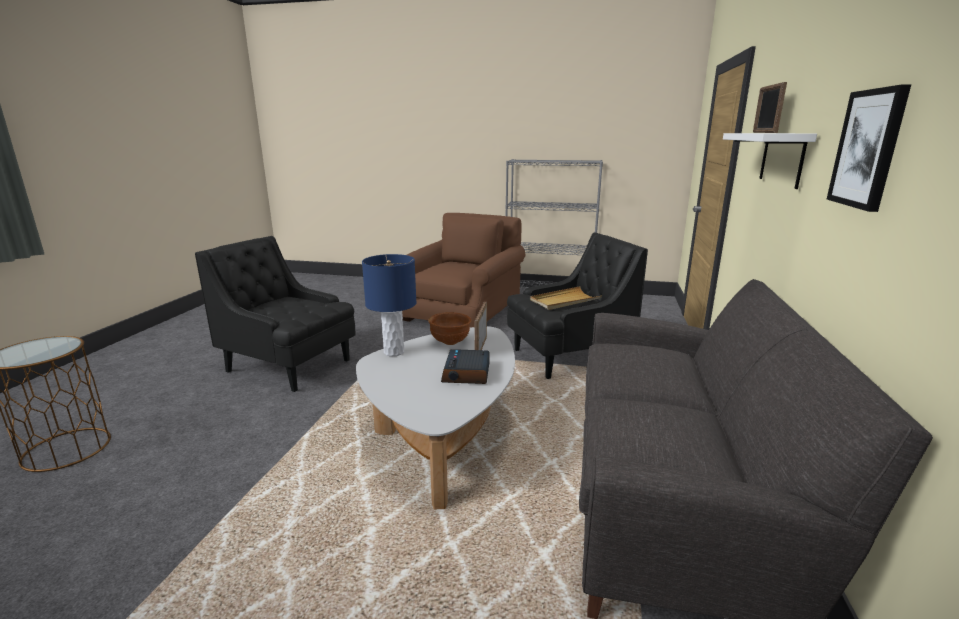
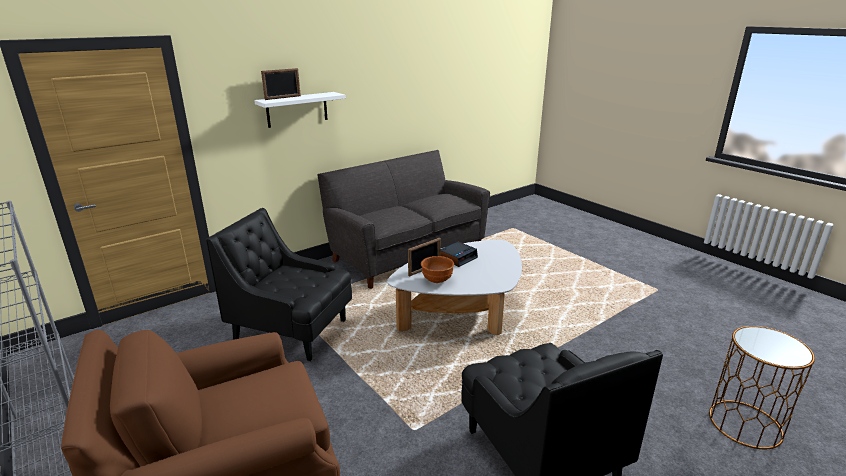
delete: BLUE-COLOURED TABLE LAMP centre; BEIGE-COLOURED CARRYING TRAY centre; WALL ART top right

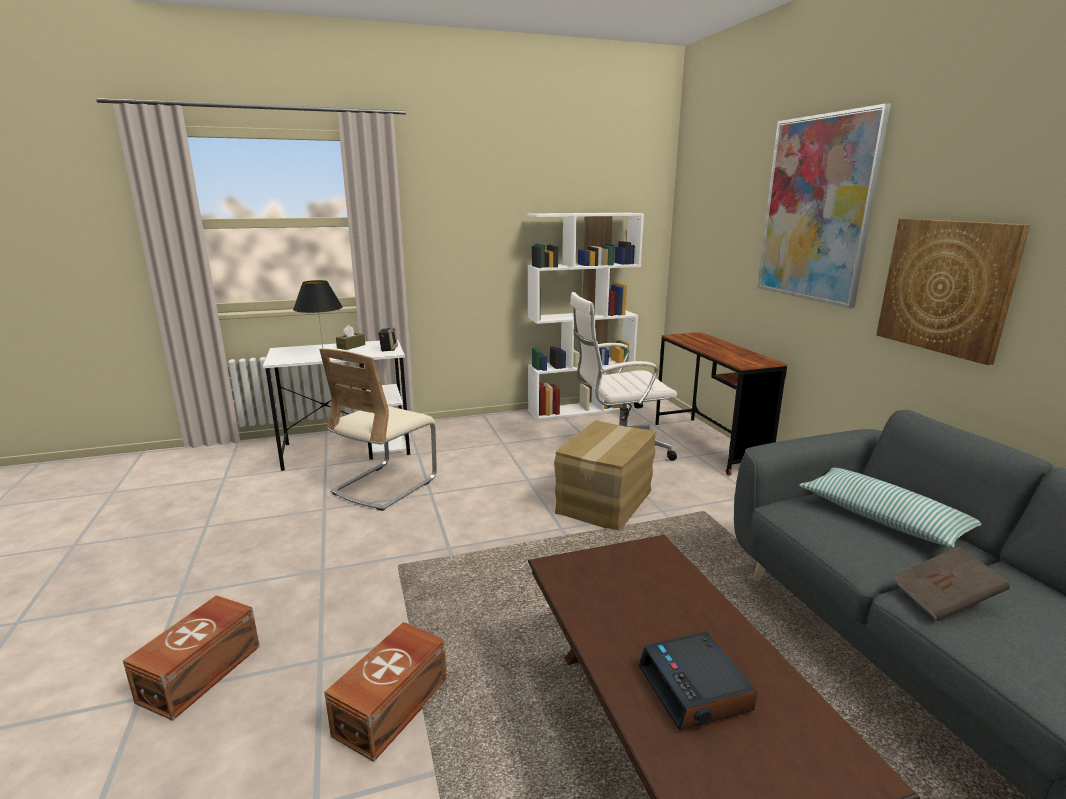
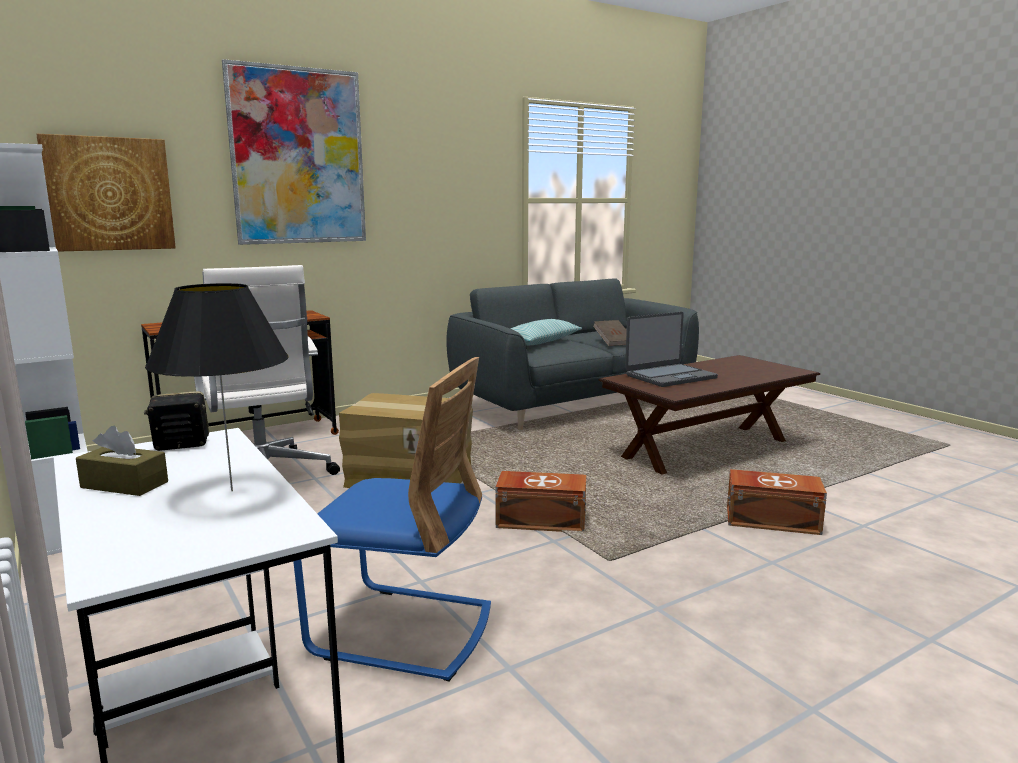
delete: BEDSIDE CLOCK bottom centre
insert: LAPTOP centre
move: WALL ART (2nd from left in the first image) middle right to WALL ART (1st from left) top left; BROWN-COLOURED STORAGE CONTAINER (1st from left) bottom left to centre
recolor: BEIGE-COLOURED PLAIN CHAIR centre to BLUE-COLOURED PLAIN CHAIR bottom centre

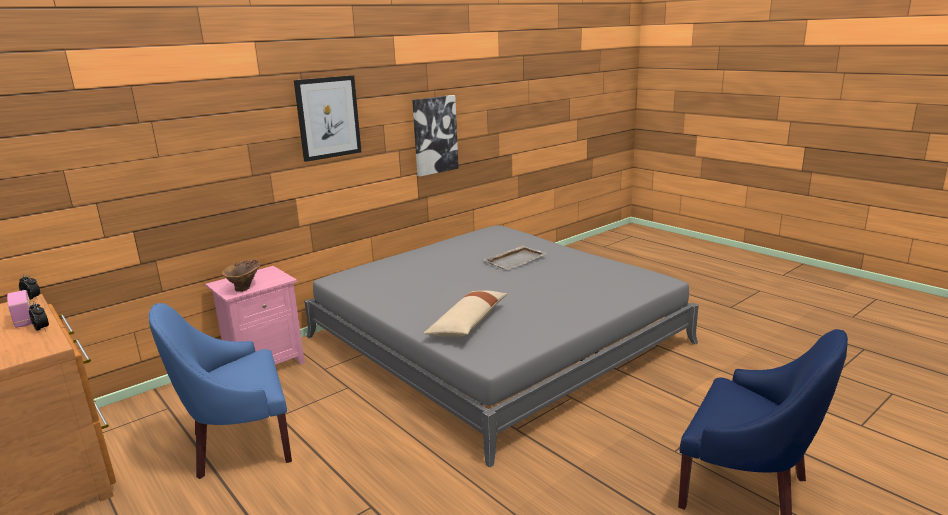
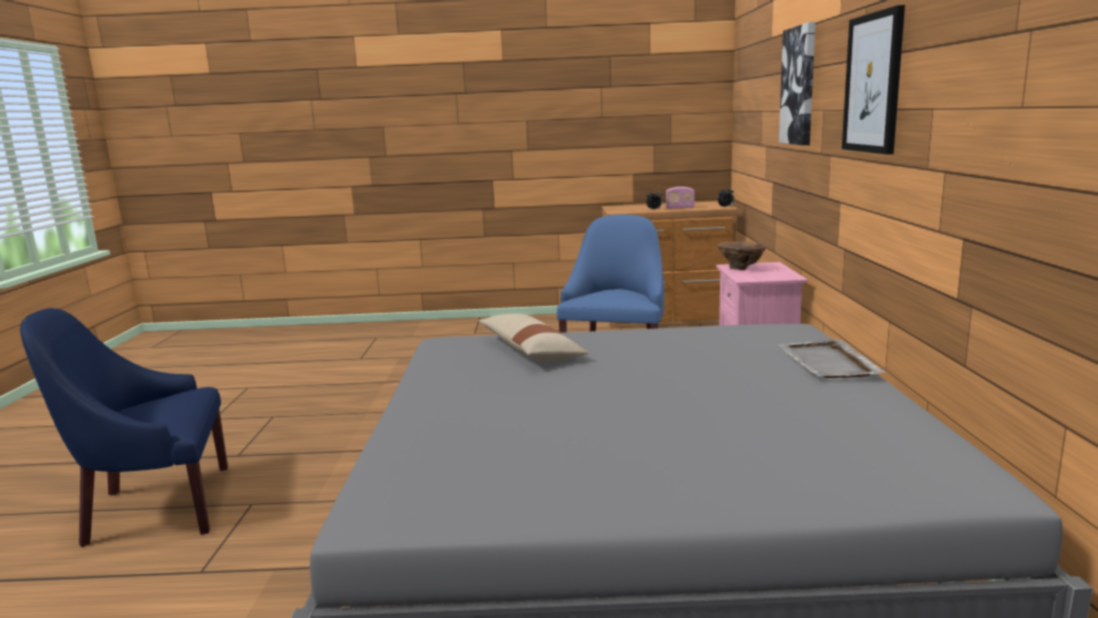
move: GREYISH CARRYING TRAY centre to middle right; WALL ART (2nd from left in the first image) top centre to WALL ART (1st from left) top right

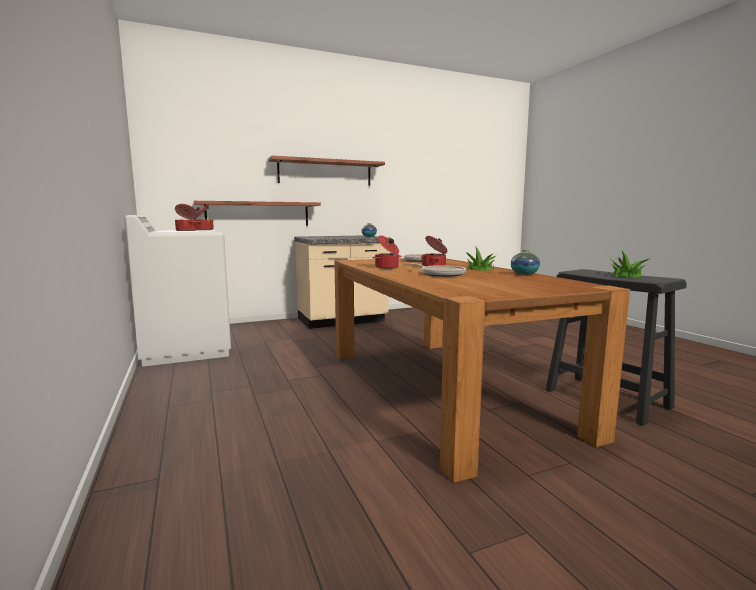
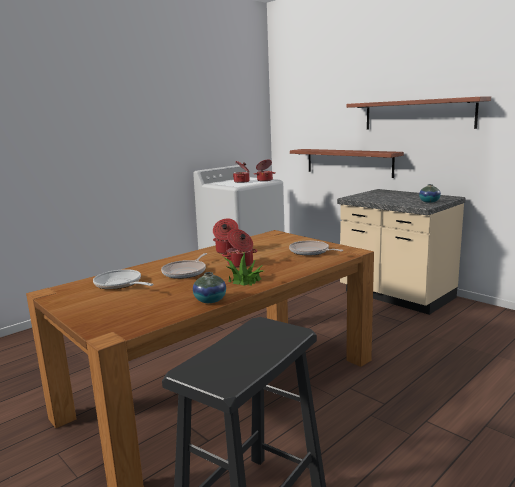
delete: PLANT IN A POT (2nd from left) middle right
insert: SKILLET (1st from left) middle left

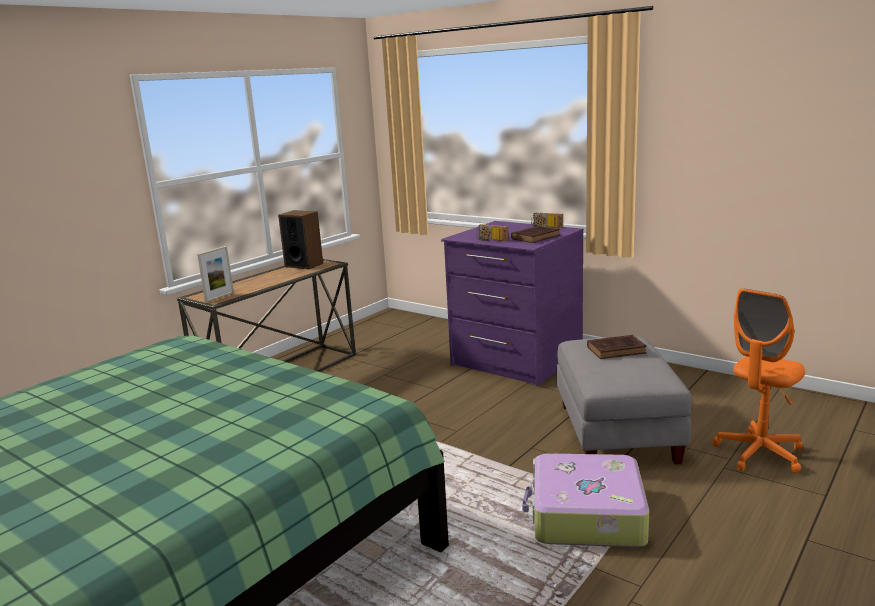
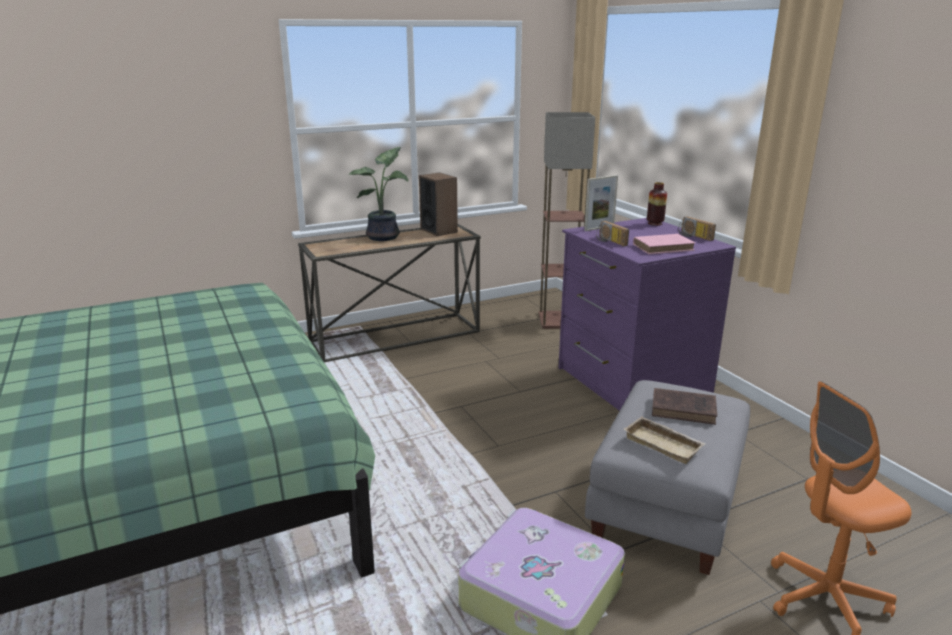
insert: PLANT IN A POT top centre; STANDARD LAMP centre; BEIGE-COLOURED CARRYING TRAY bottom right; VASE top right
move: PICTURE FRAME middle left to top centre
recolor: BROWN-COLOURED BOOK (1st from left) centre to PINK BOOK middle right

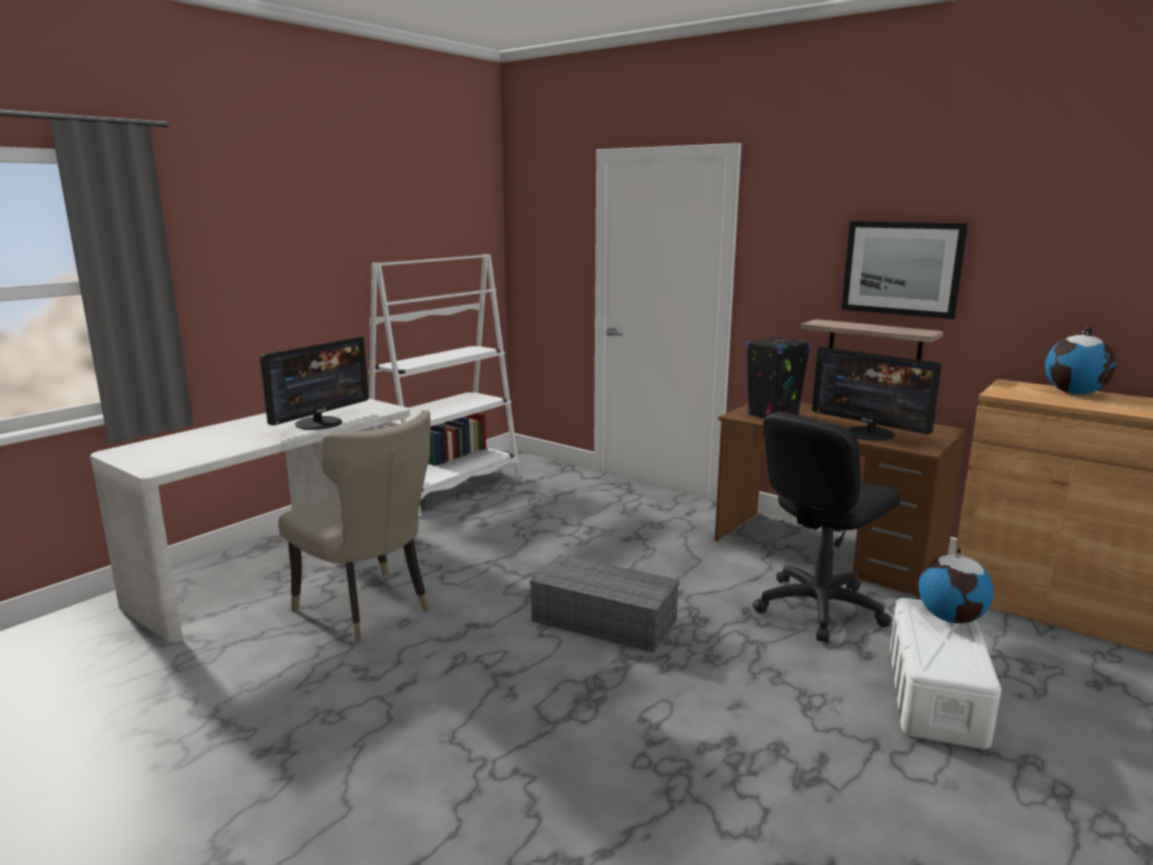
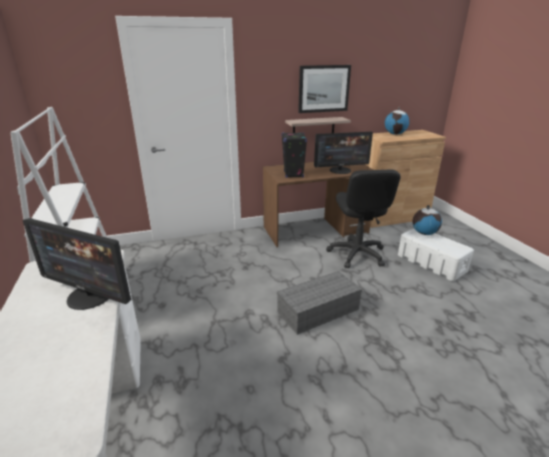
delete: BEIGE-COLOURED PLAIN CHAIR middle left
rotate: MONITOR (1st from left) middle left = middle left 135 degrees clockwise

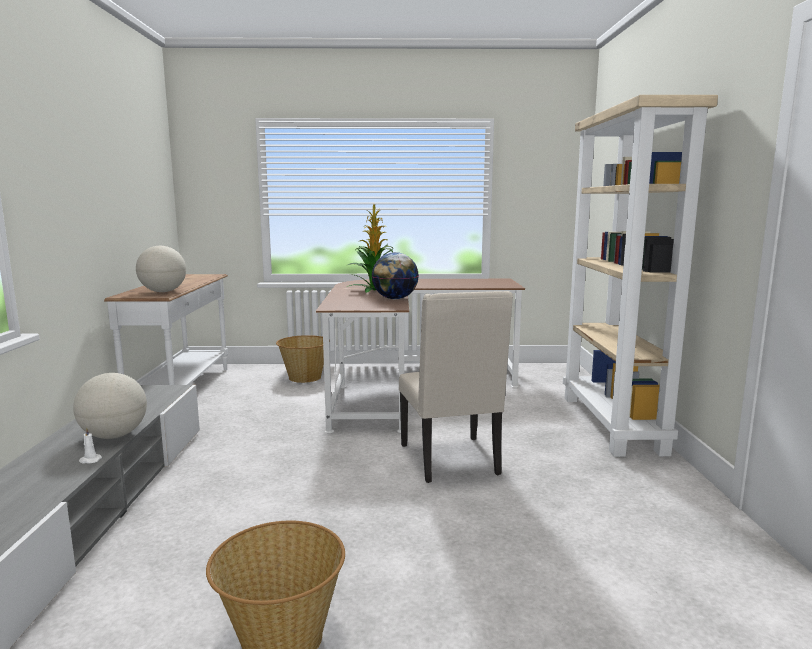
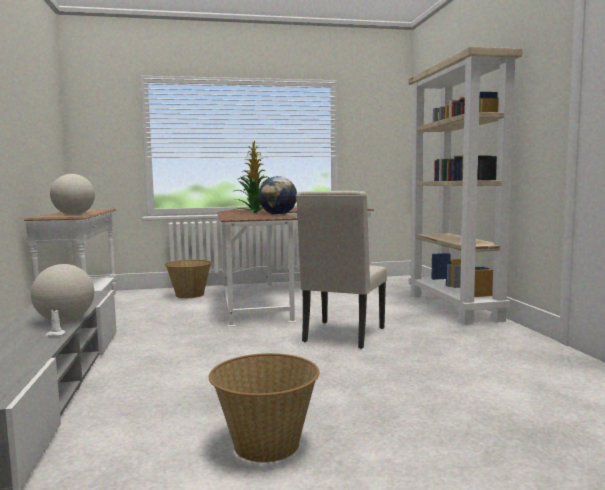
rotate: BEIGE-COLOURED PLAIN CHAIR centre = centre 45 degrees clockwise

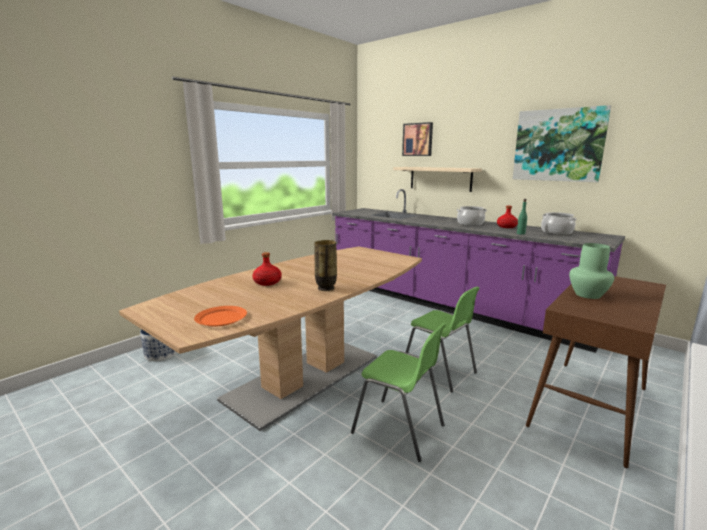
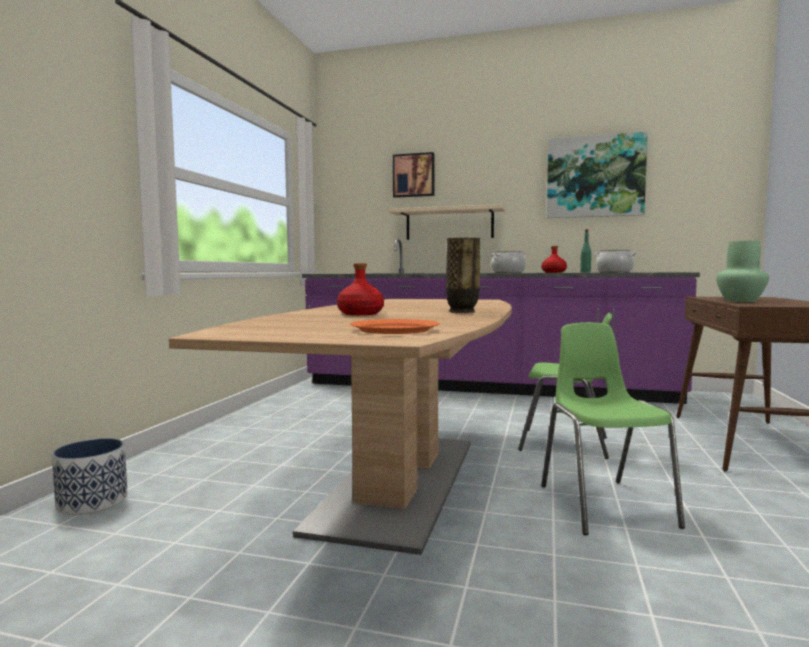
rotate: GREEN-COLOURED PLAIN CHAIR (1st from left in the first image) bottom centre = middle right 105 degrees counterclockwise

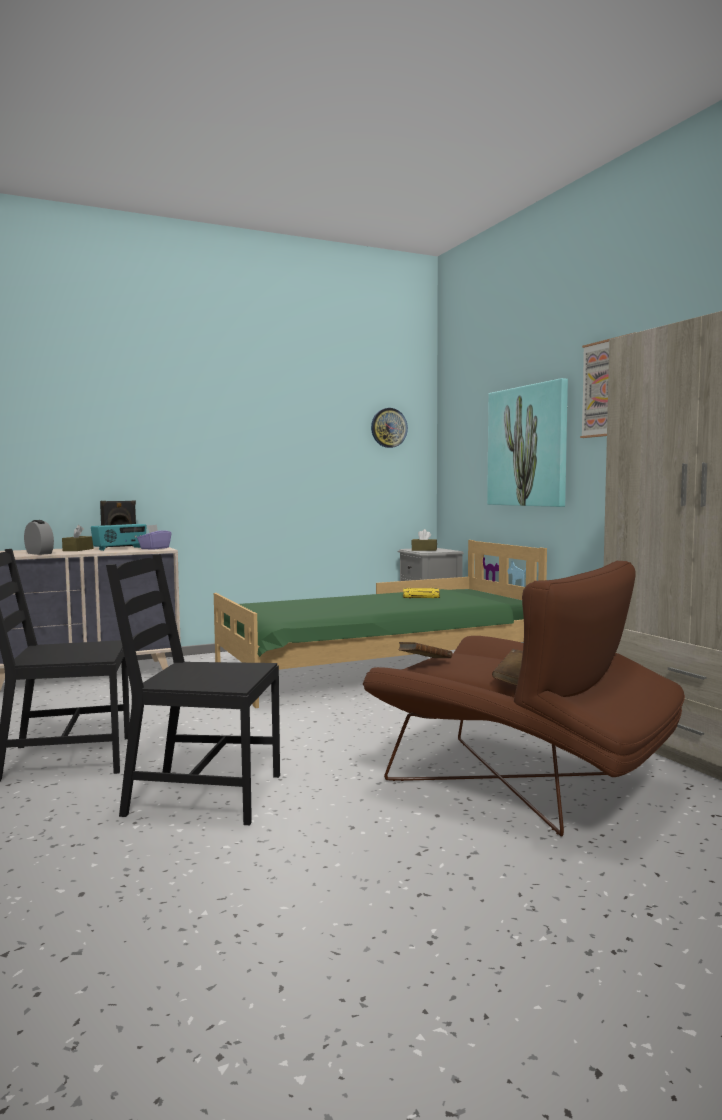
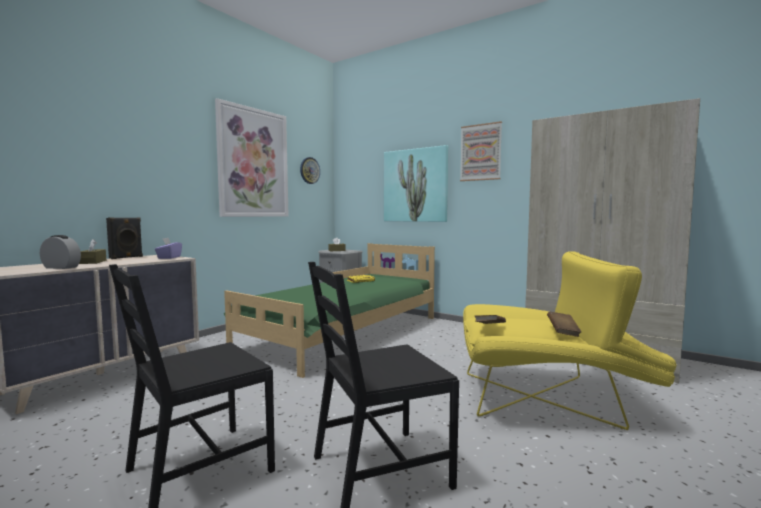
delete: RADIO middle left
insert: WALL ART (1st from left) top left
recolor: BROWN-COLOURED EASY CHAIR middle right to YELLOW-COLOURED EASY CHAIR bottom right

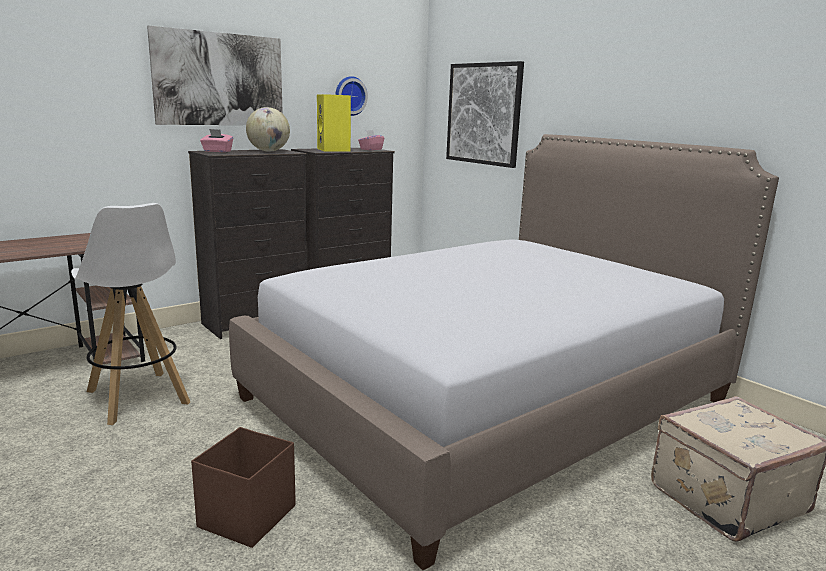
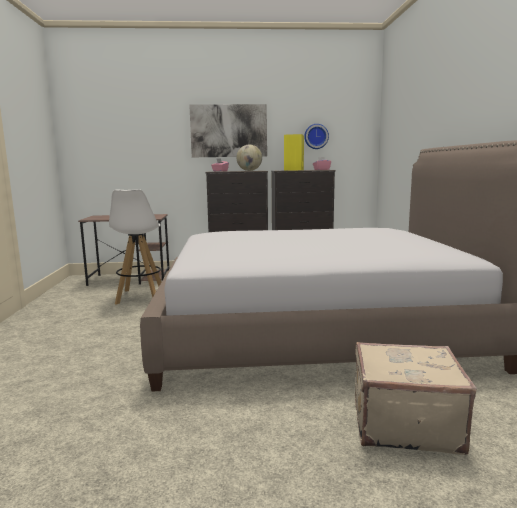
delete: BROWN-COLOURED STORAGE CONTAINER bottom left; WALL ART (2nd from left) top centre

